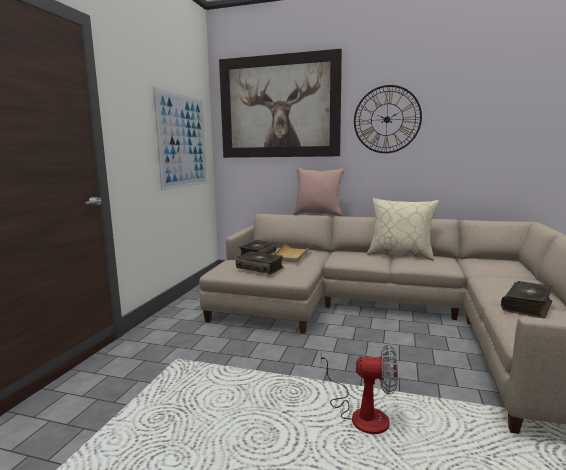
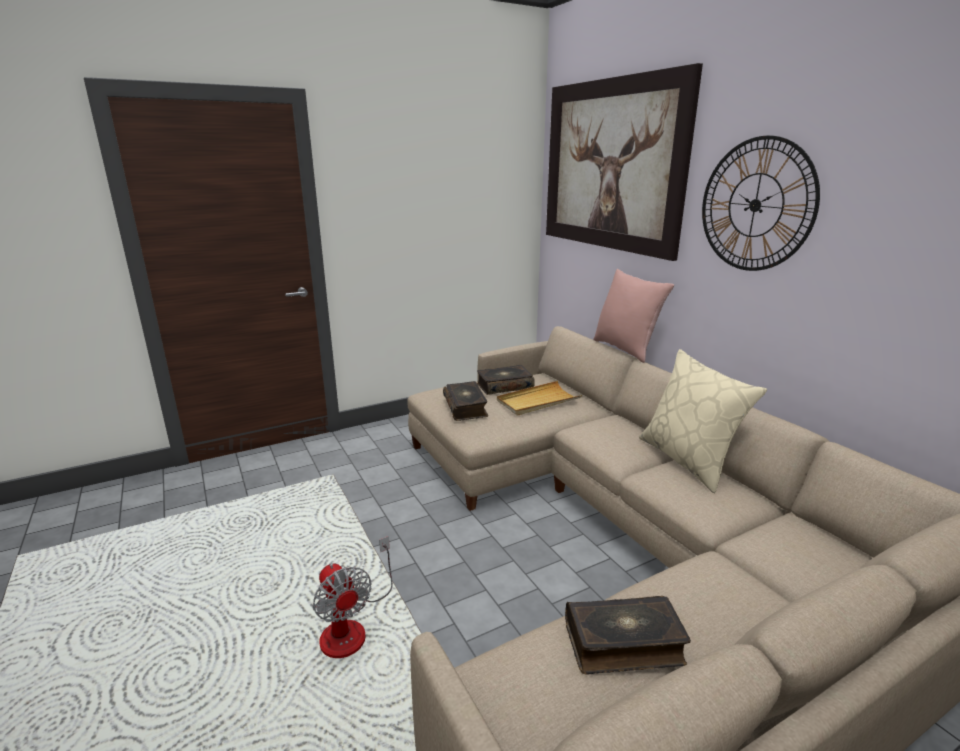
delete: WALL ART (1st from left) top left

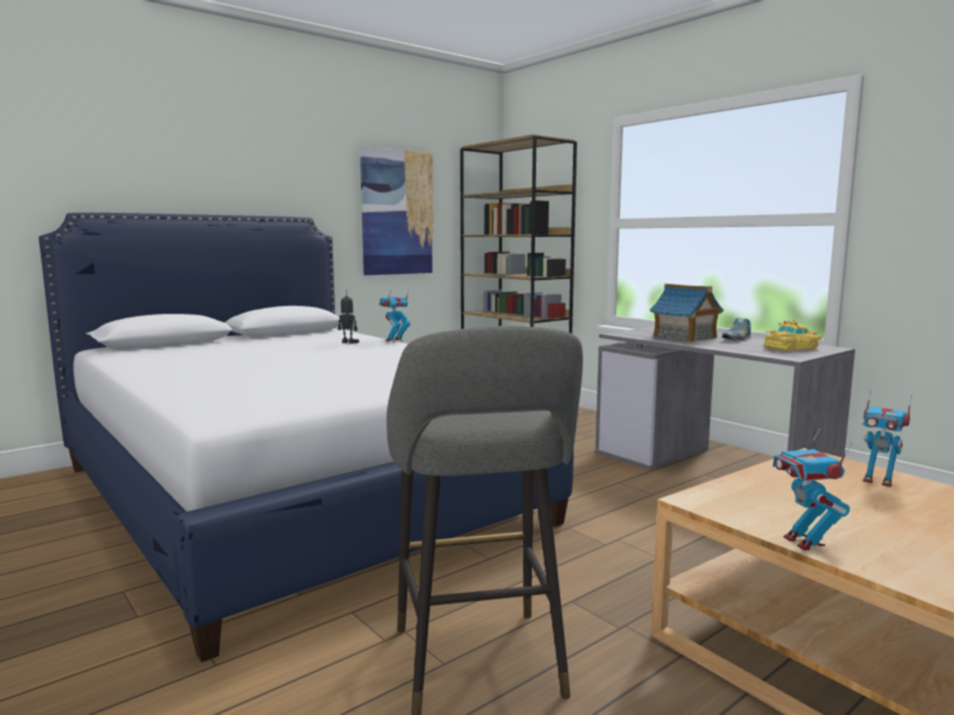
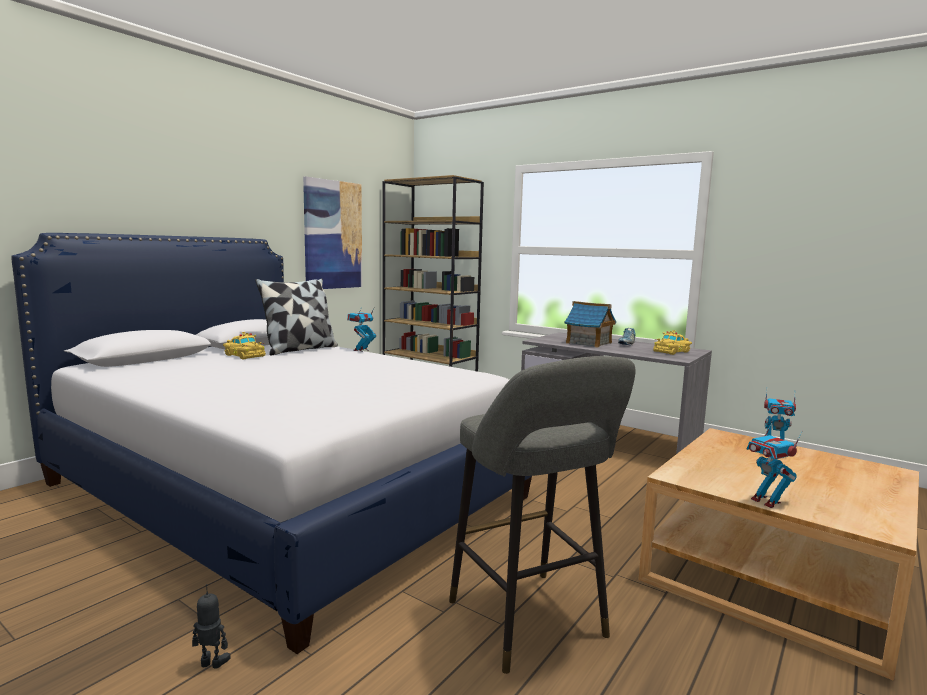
insert: YELLOW-COLOURED MINIATURE CAR (1st from left) middle left; THROW PILLOW middle left
move: MODEL ROBOT (1st from left) centre to bottom left

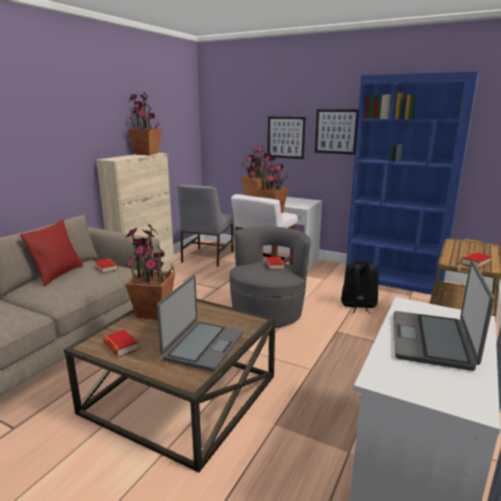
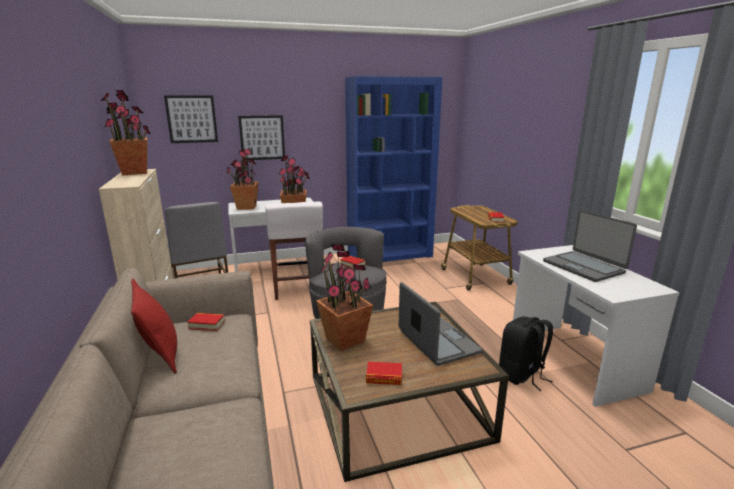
move: WALL ART (2nd from left in the first image) top right to WALL ART (1st from left) top left; BLACK-COLOURED RUCKSACK middle right to bottom right

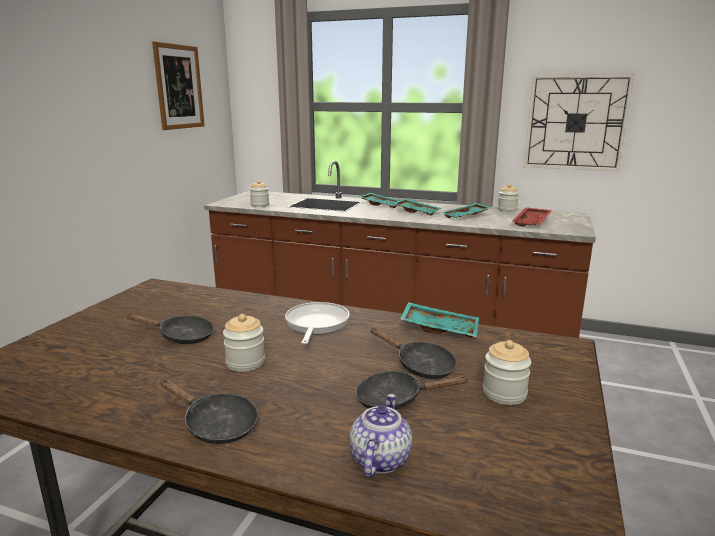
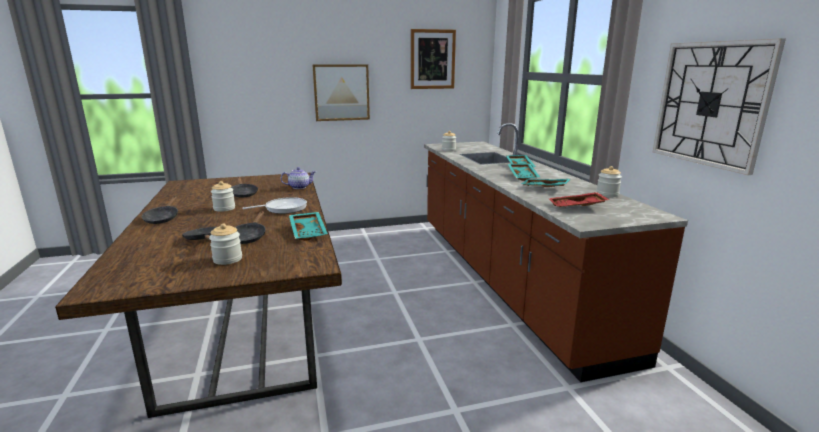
insert: WALL ART (1st from left) top centre
move: TEAPOT bottom centre to centre

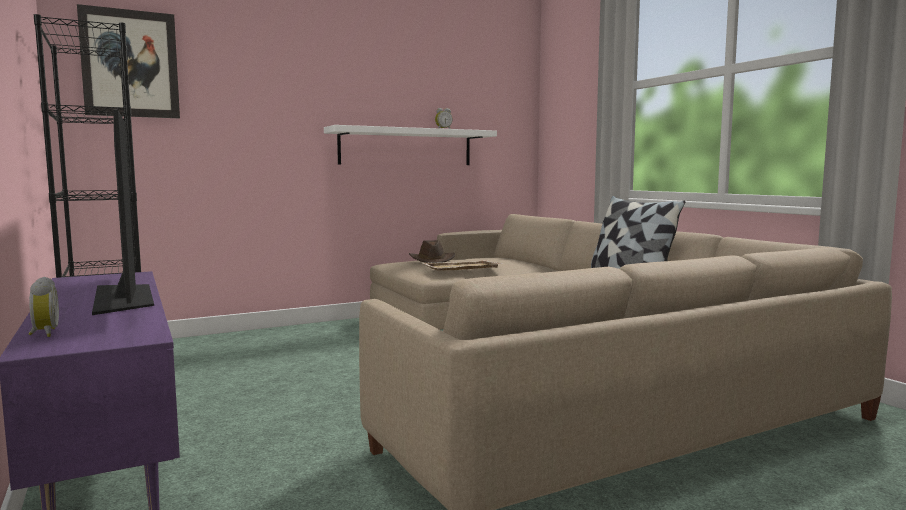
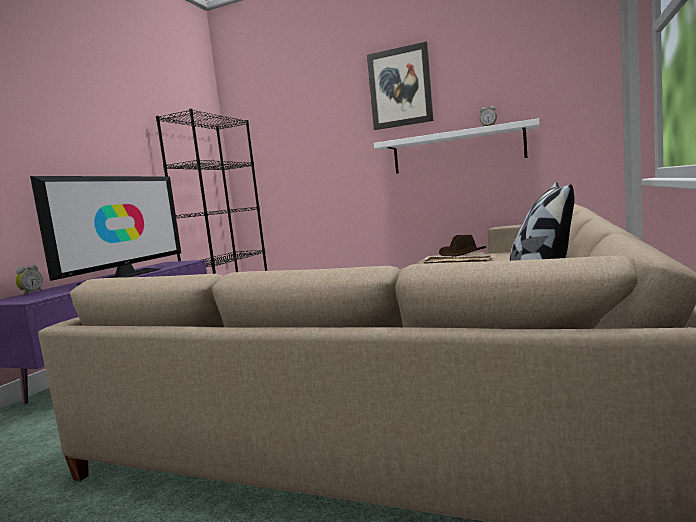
move: WALL ART top left to top centre

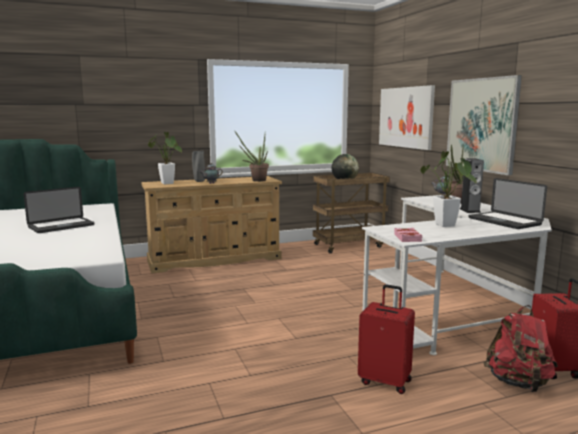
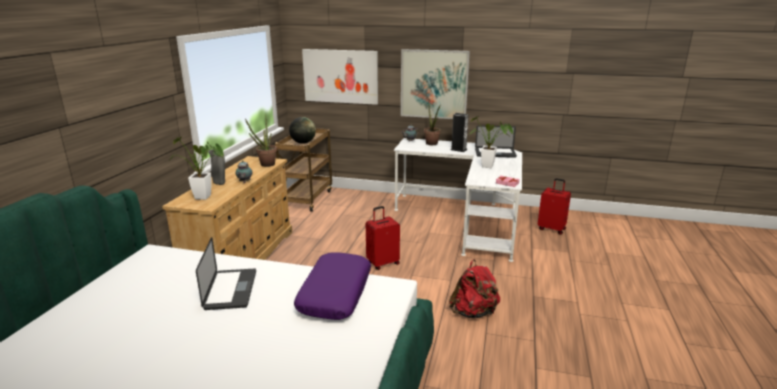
insert: PURPLE-COLOURED THROW PILLOW bottom centre
move: RED TRAVEL CASE (1st from left) bottom right to centre; RED RUCKSACK bottom right to bottom centre

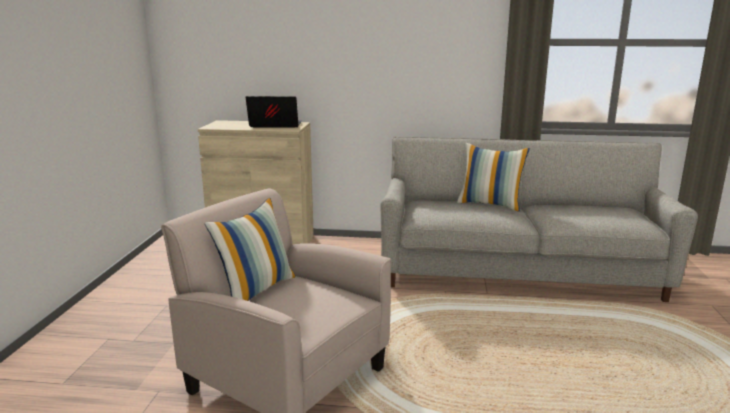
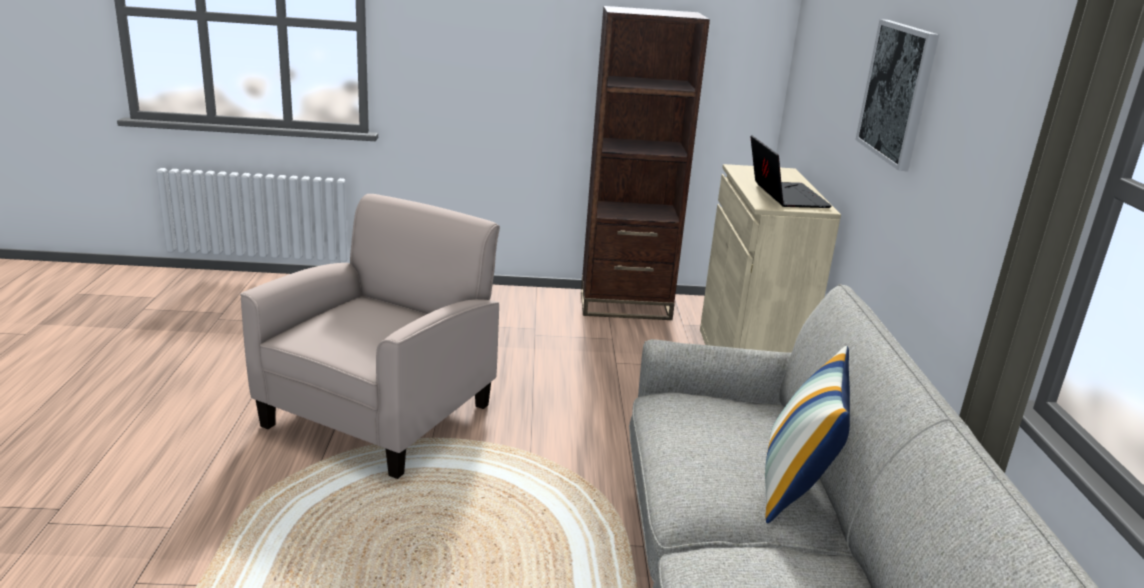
delete: THROW PILLOW (1st from left) centre
insert: BROWN-COLOURED BOOKCASE top centre; WALL ART top right

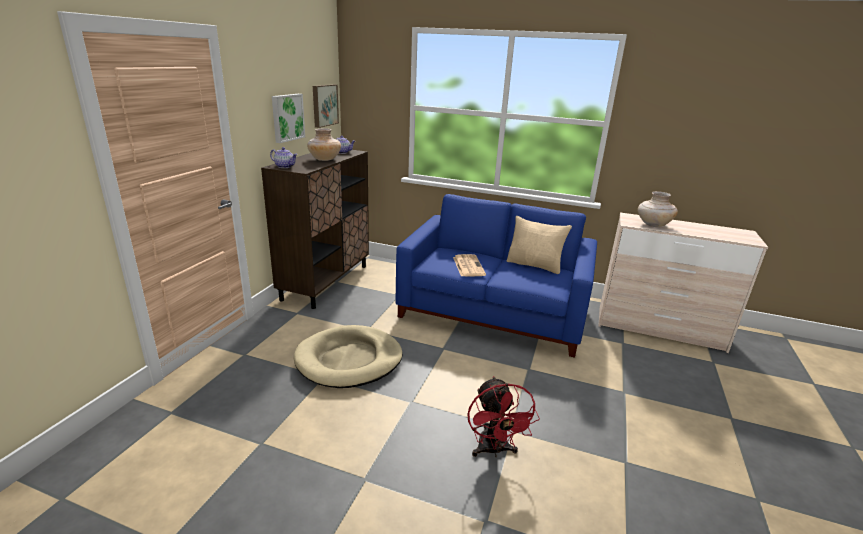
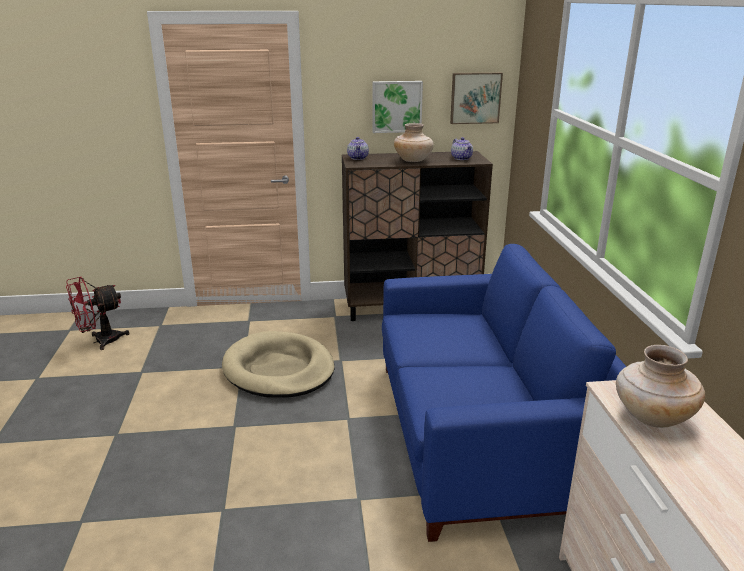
delete: DAILY PAPER centre; BEIGE-COLOURED THROW PILLOW centre
move: RED ELECTRIC FAN bottom centre to middle left

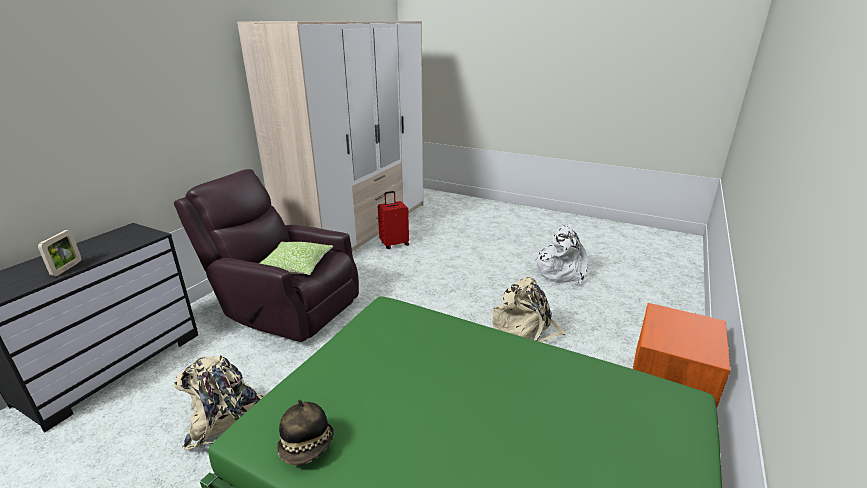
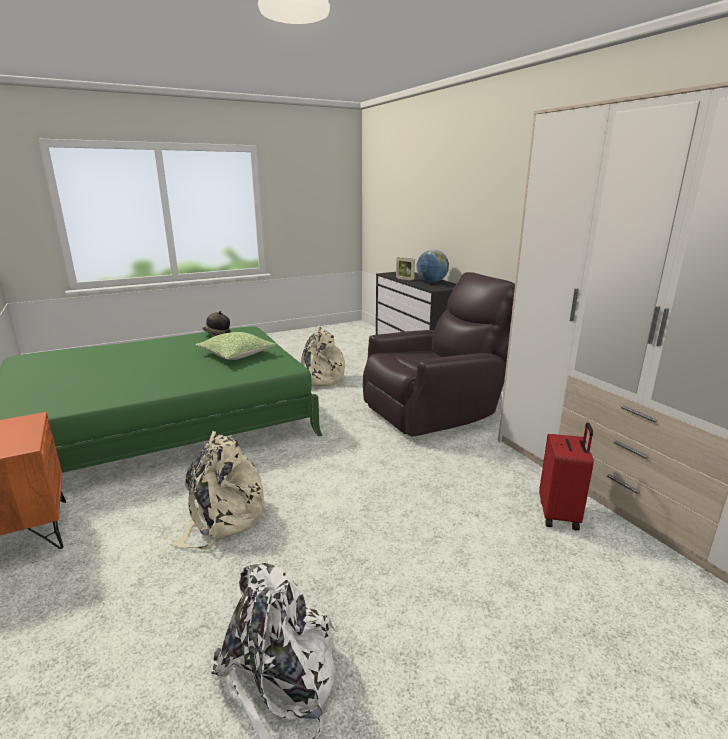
insert: GLOBE centre
move: THROW PILLOW centre to middle left

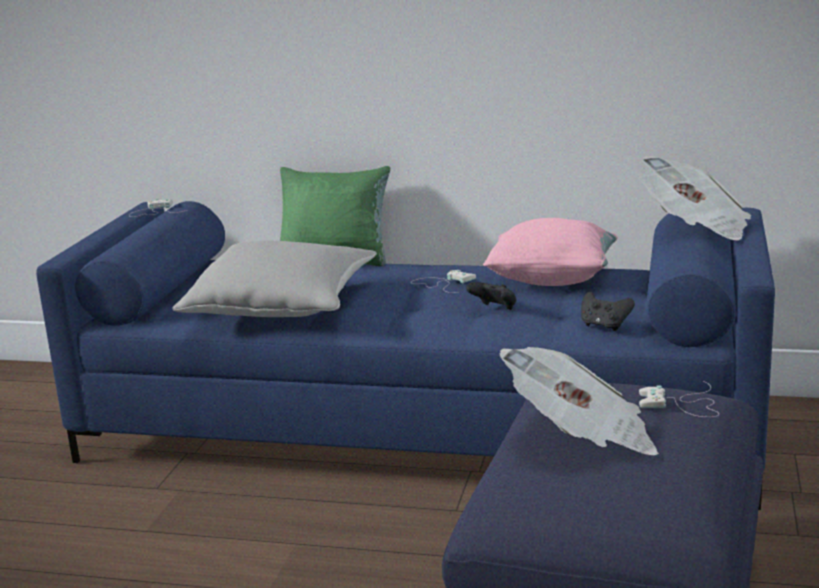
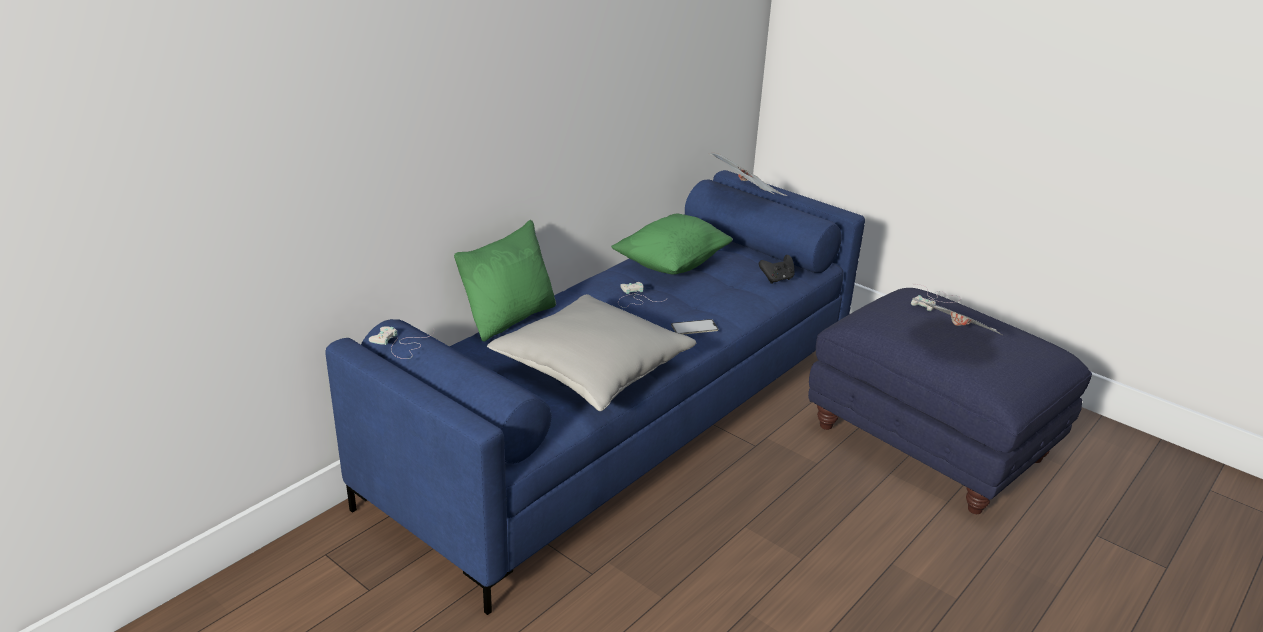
delete: BLACK-COLOURED GAME CONTROLLER (1st from left) centre
insert: TELEPHONE centre
recolor: PINK THROW PILLOW middle right to GREEN-COLOURED THROW PILLOW (2nd from left) centre

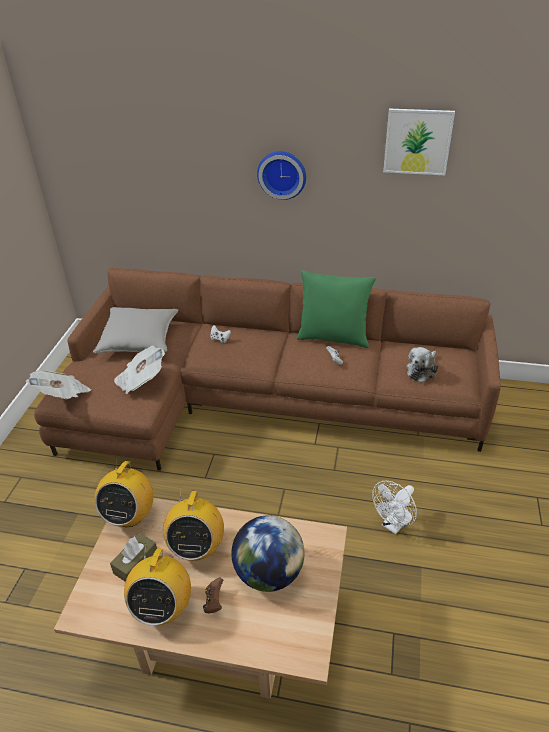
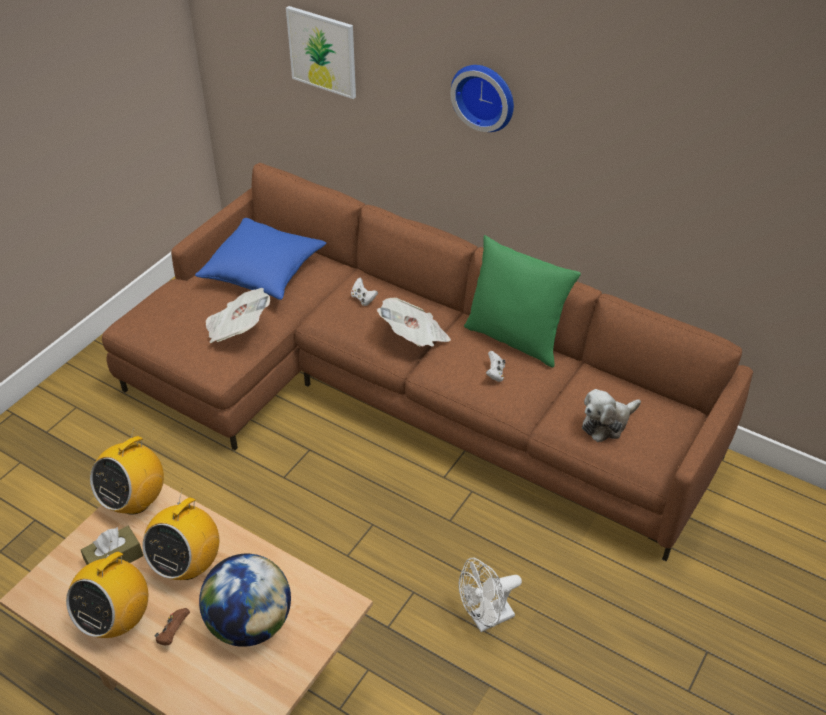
move: WALL ART top right to top centre; DAILY PAPER (1st from left in the first image) middle left to DAILY PAPER (2nd from left) centre
recolor: GREYISH THROW PILLOW middle left to BLUE-COLOURED THROW PILLOW middle left

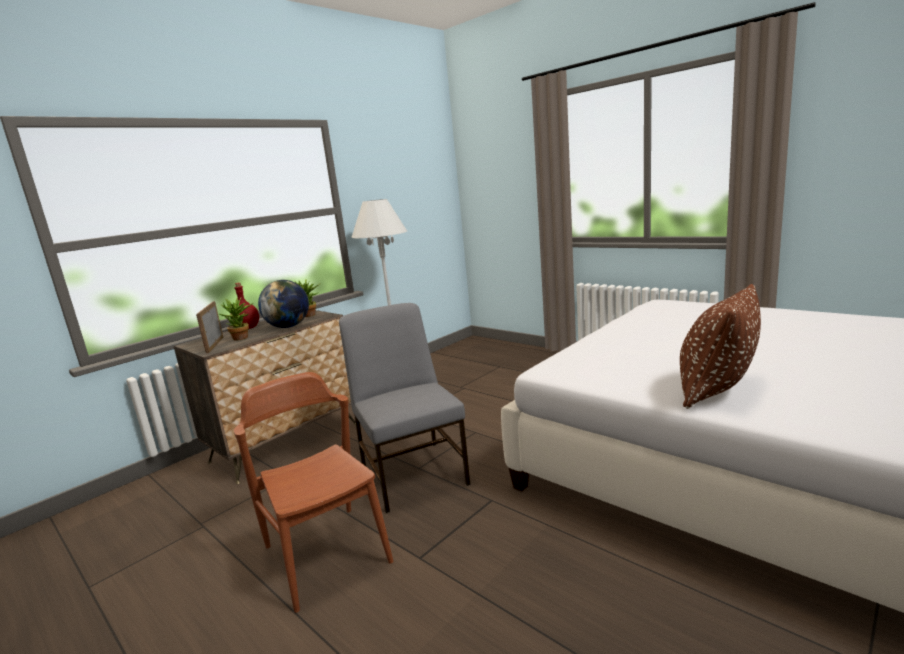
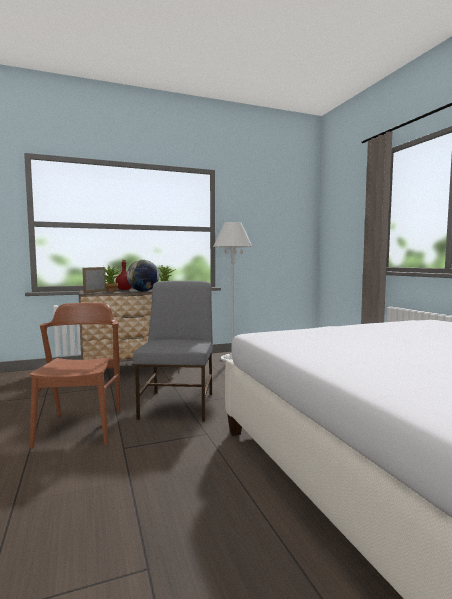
delete: BROWN-COLOURED THROW PILLOW middle right

